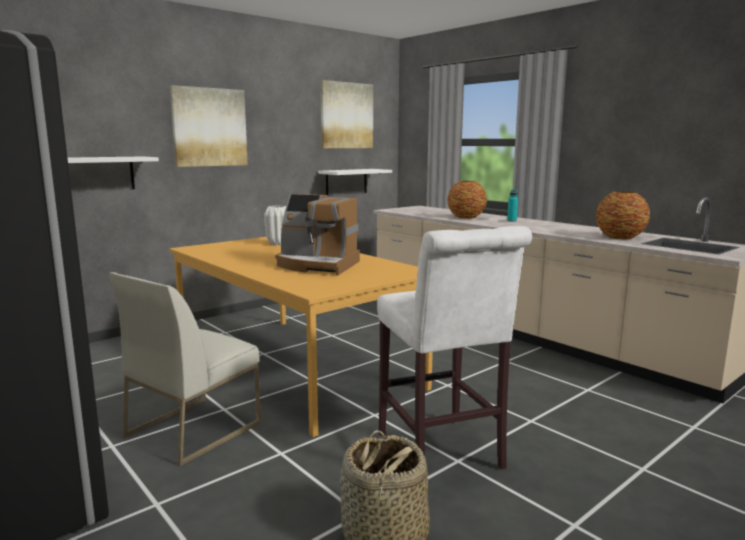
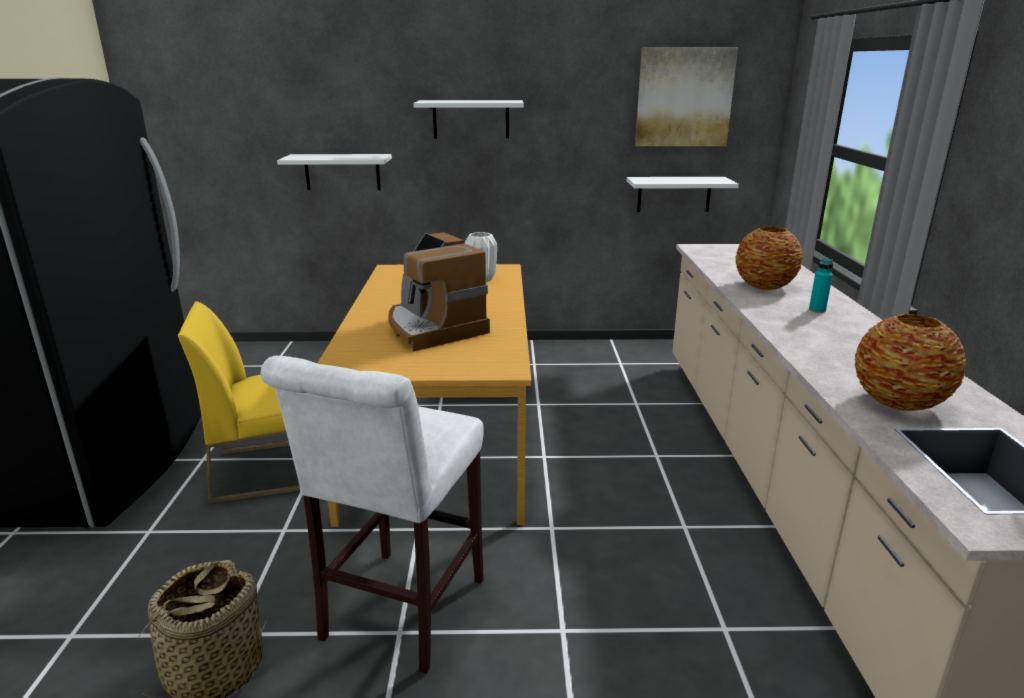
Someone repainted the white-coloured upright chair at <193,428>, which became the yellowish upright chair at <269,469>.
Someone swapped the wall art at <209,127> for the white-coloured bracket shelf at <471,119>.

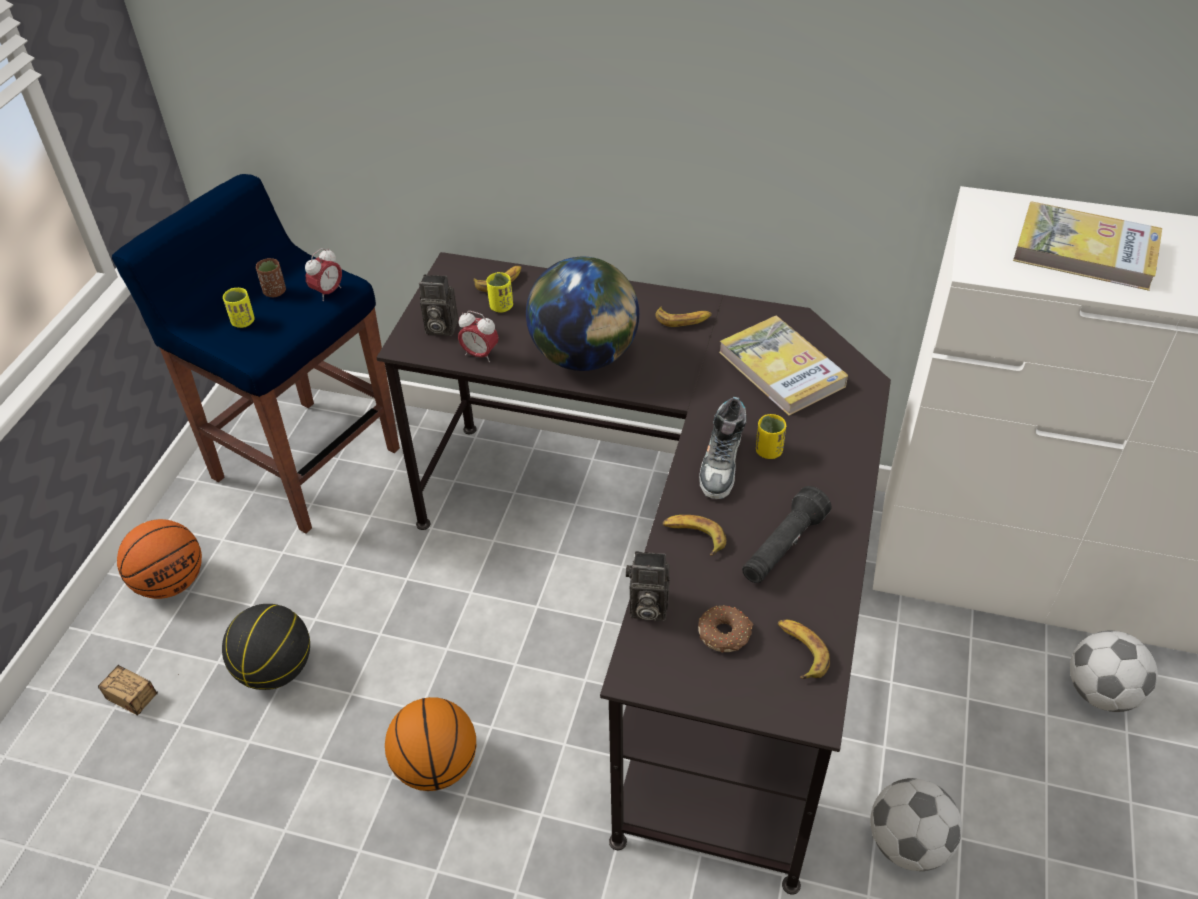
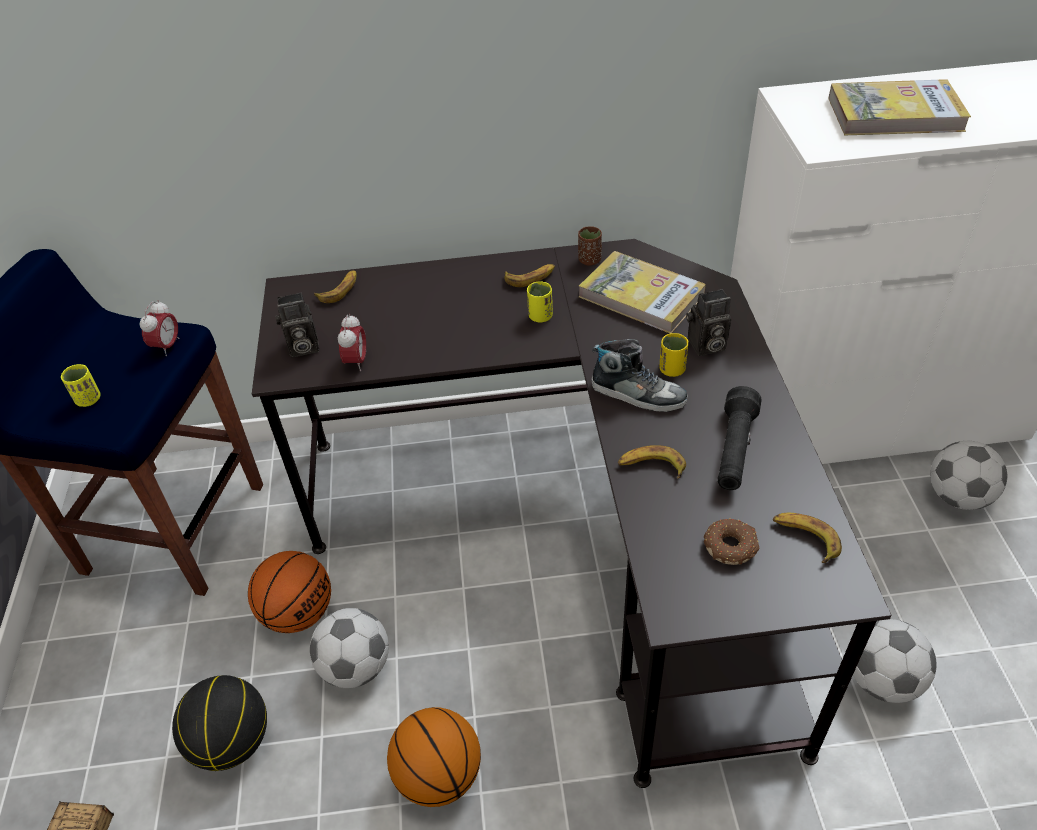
Someone carried the basketball ball from <171,582> to <298,613>.
Someone carried the brown drinking cup from <275,292> to <589,260>.
Someone rotated the bedside clock at <480,355> by 90 degrees counterclockwise.
Someone carried the yellowish drinking cup from <501,307> to <540,316>.
Someone took away the desk globe at <585,356>.
Someone carried the still camera from <646,607> to <705,346>.
Someone rotated the shoe at <721,464> by 60 degrees counterclockwise.
Someone put down the football at <356,666>.

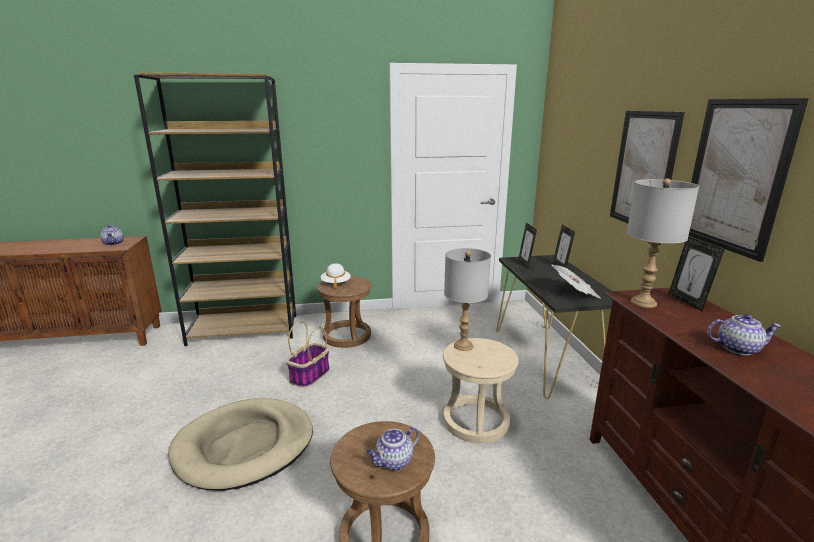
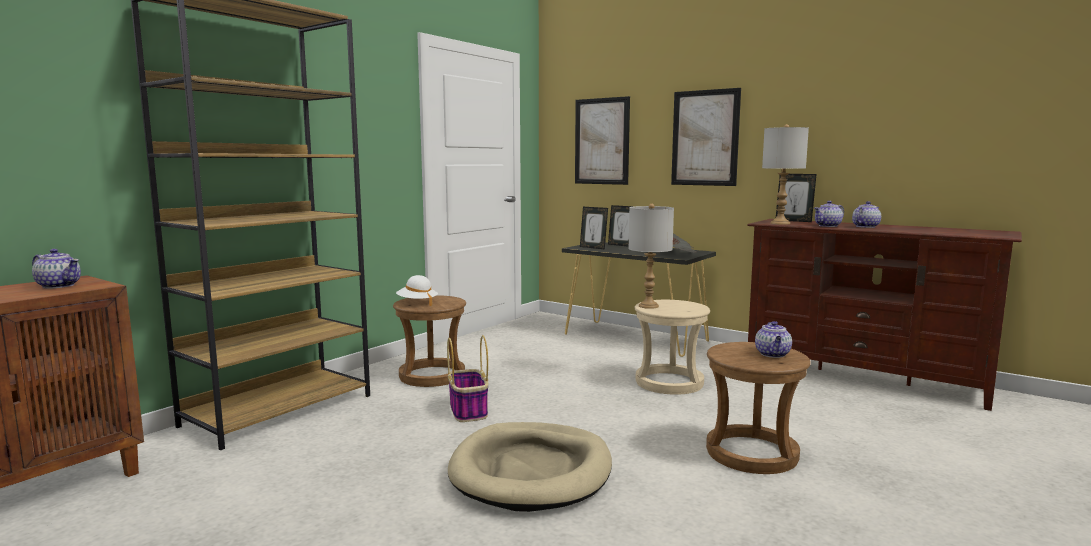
Someone carried the wall art from <735,176> to <602,141>.
Someone put down the tea pot at <828,226>.

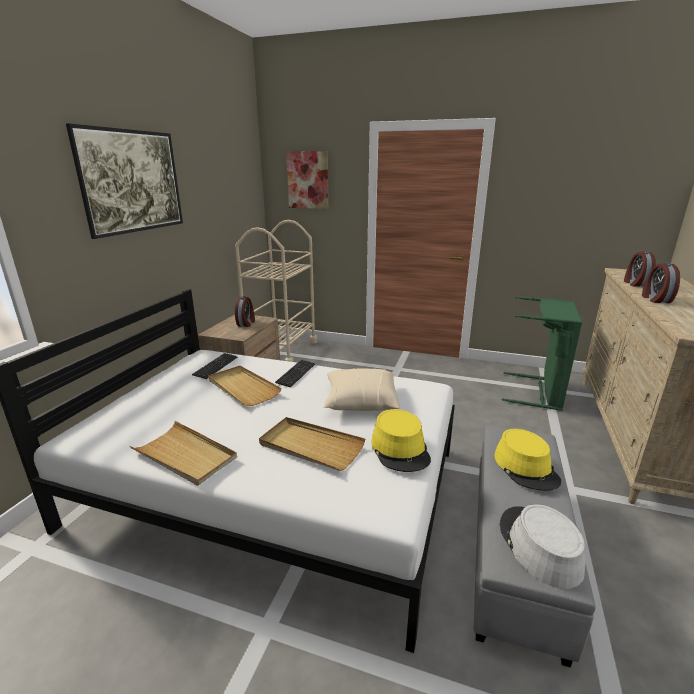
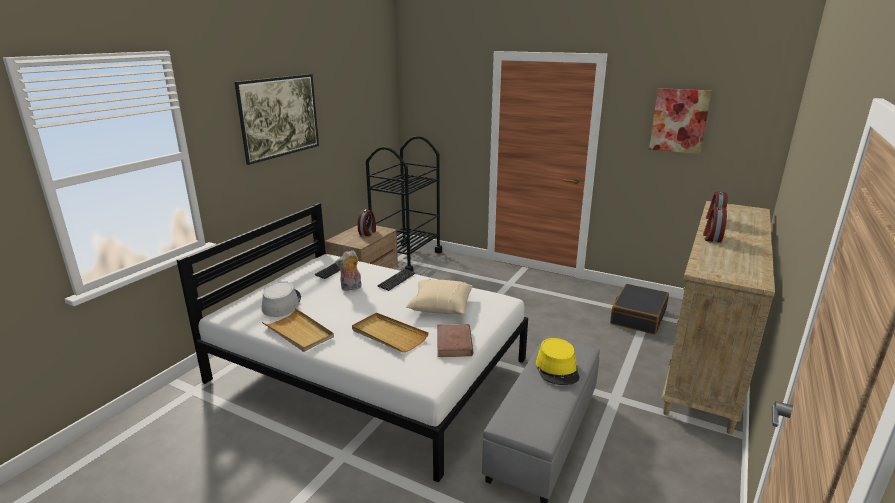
Someone swapped the beige carrying tray at <242,388> for the plush toy at <351,288>.
Someone repainted the beige wheeled cart at <282,350>, which became the black-coloured wheeled cart at <406,258>.
Someone carried the wall art from <308,180> to <679,120>.
Someone swapped the yellowish hat at <400,449> for the brown volume at <454,343>.
Someone carried the gray hat from <538,546> to <281,303>.
Someone swapped the greenish hamper at <539,392> for the black-coloured piece of luggage at <638,316>.

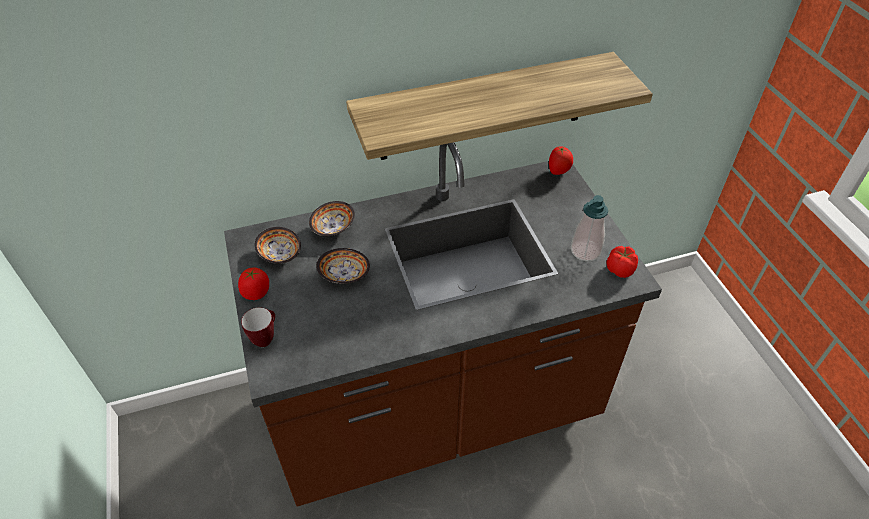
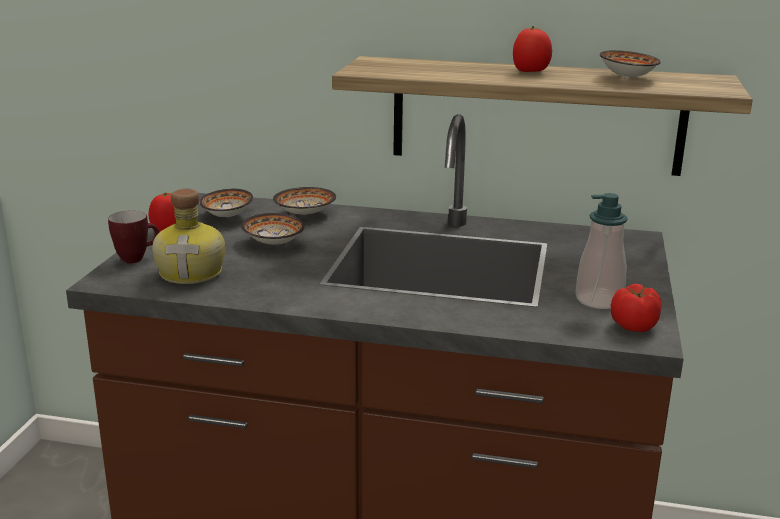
Someone carried the fresh tomato from <558,172> to <530,72>.
Someone put down the drink bottle at <193,272>.
Someone put down the deep dish at <627,78>.

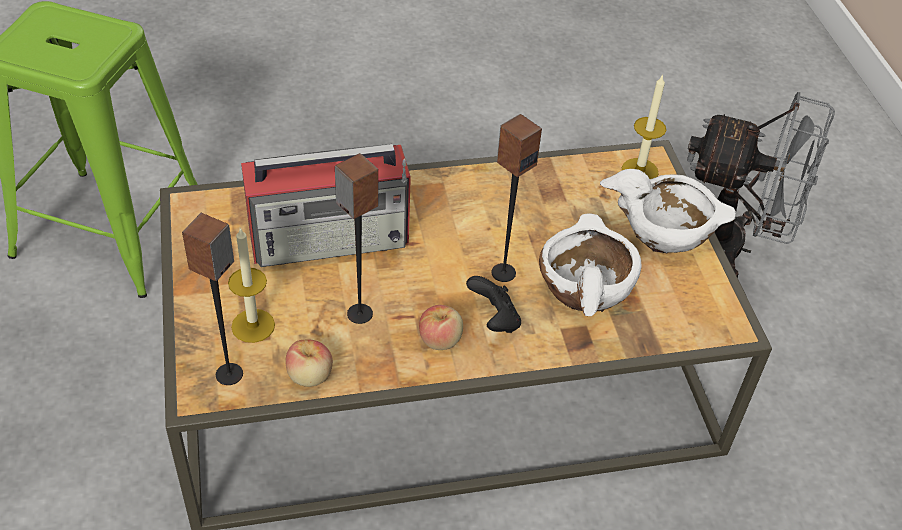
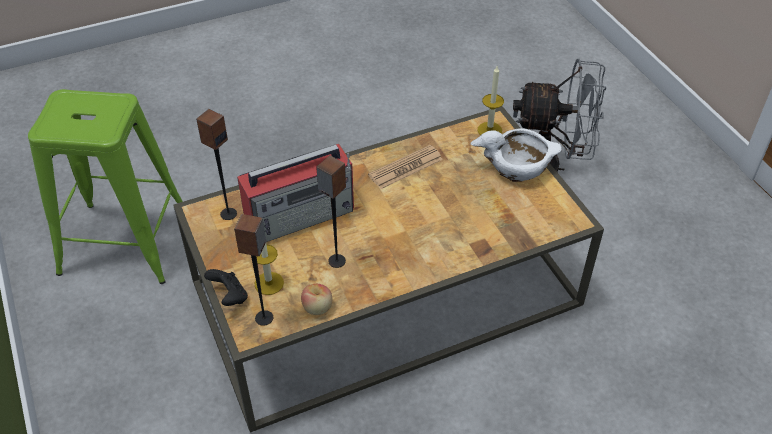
Someone took away the apple at <440,340>.
Someone carried the black-coloured game controller from <494,320> to <229,297>.
Someone carried the speaker from <503,272> to <228,213>.
Someone took away the white-coloured deep dish at <584,287>.
Someone put down the daily paper at <405,167>.

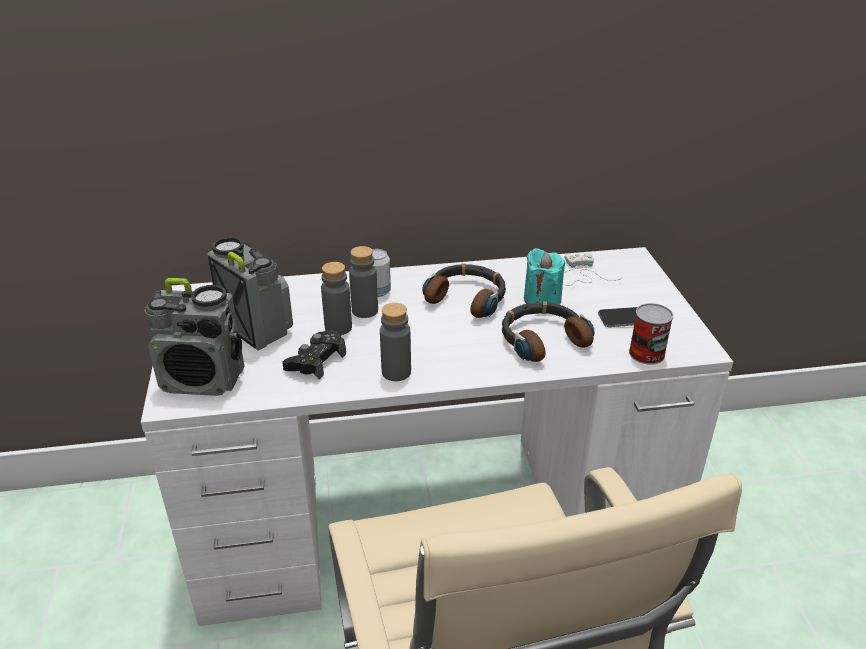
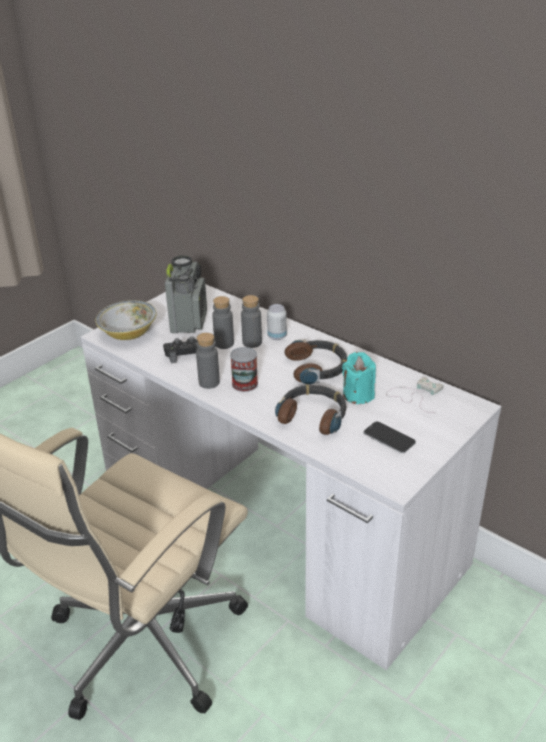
Someone swapped the radio at <203,380> for the deep dish at <128,333>.
Someone carried the sealed can from <646,353> to <245,384>.

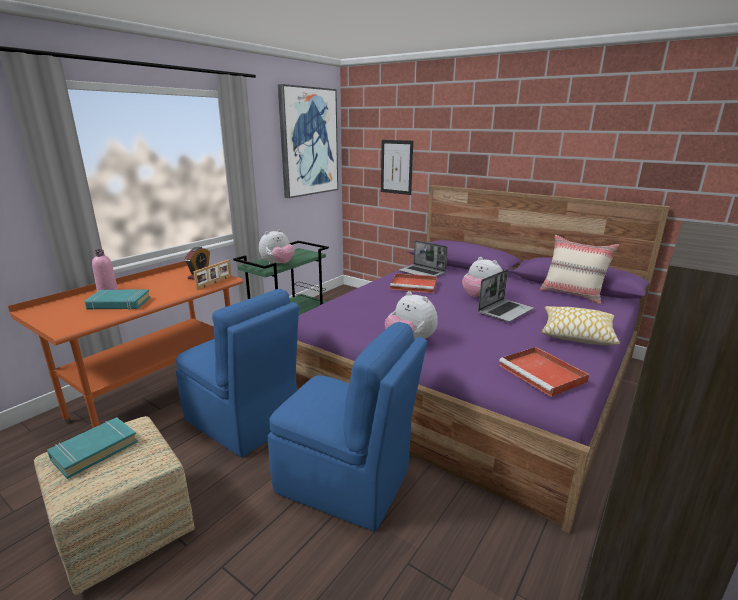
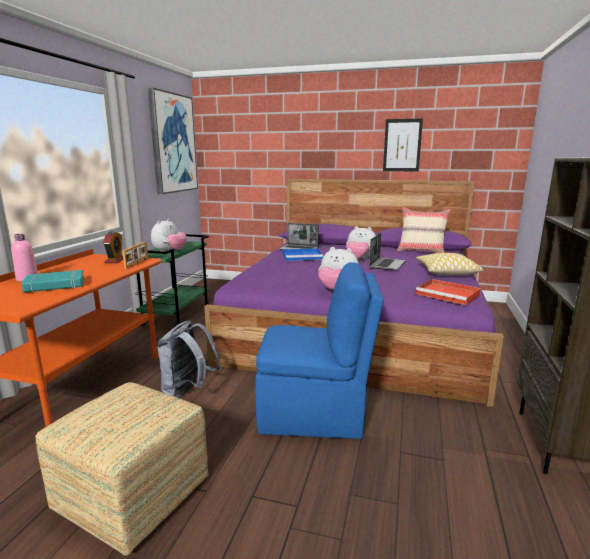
Someone took away the blue-green volume at <94,450>.
Someone swapped the bluish upright chair at <243,422> for the gray rucksack at <188,391>.
Someone carried the wall art from <396,167> to <402,145>.
Someone repainted the red carrying tray at <414,285>, which became the bluish carrying tray at <303,256>.

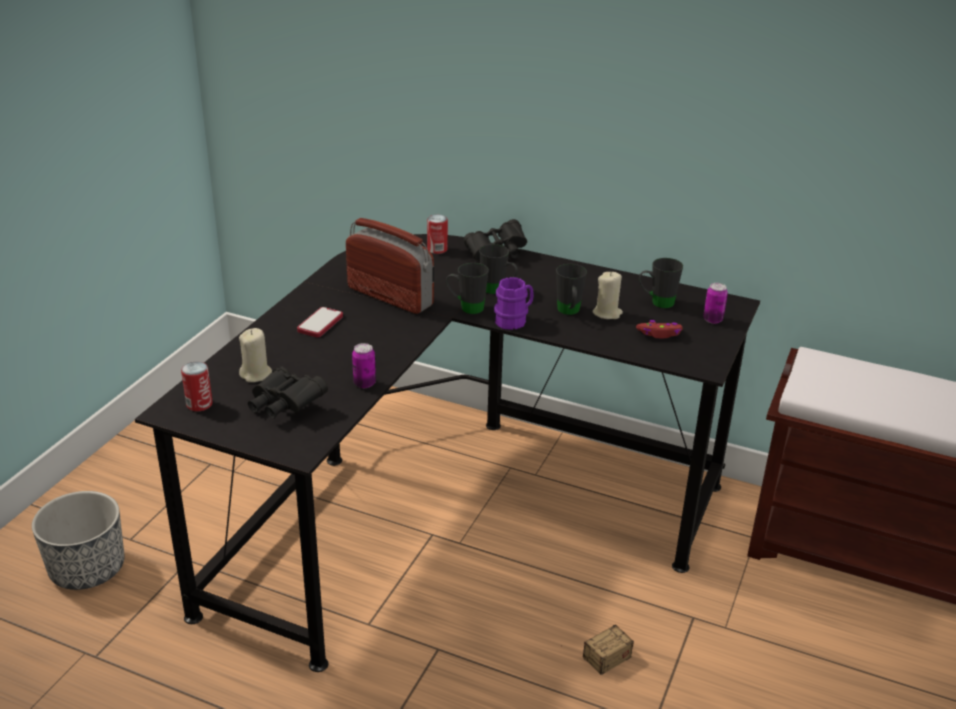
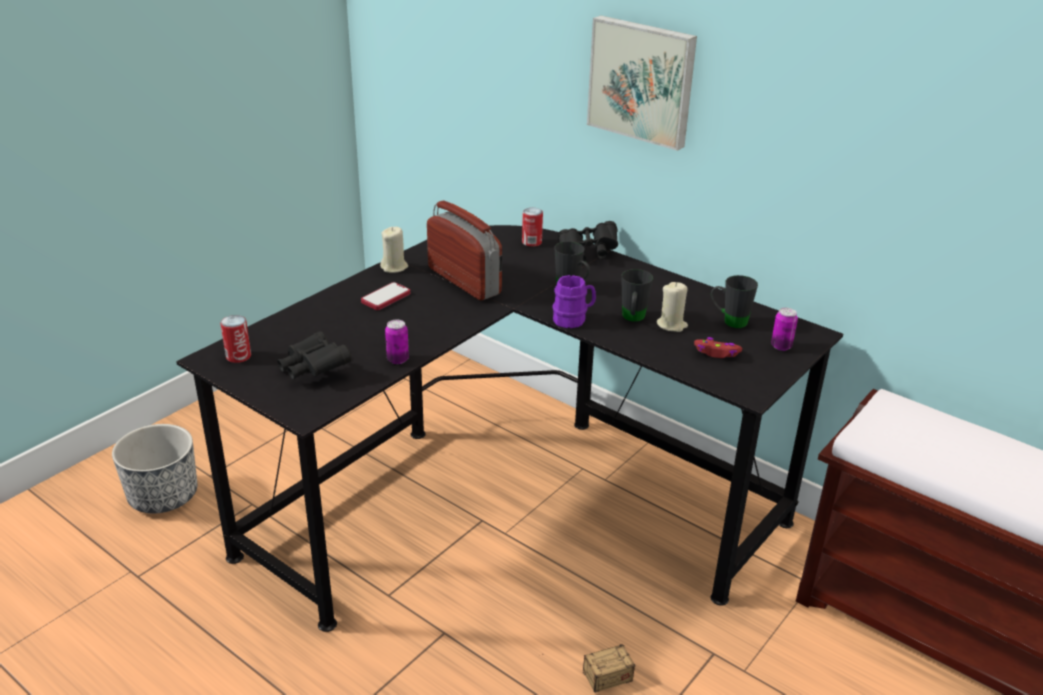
Someone carried the beige wax light from <256,374> to <394,267>.
Someone took away the black-coloured coffee mug at <466,307>.
Someone put up the wall art at <642,81>.

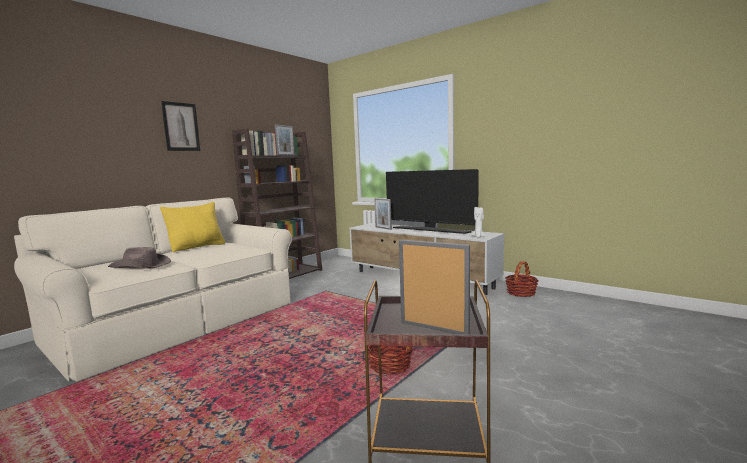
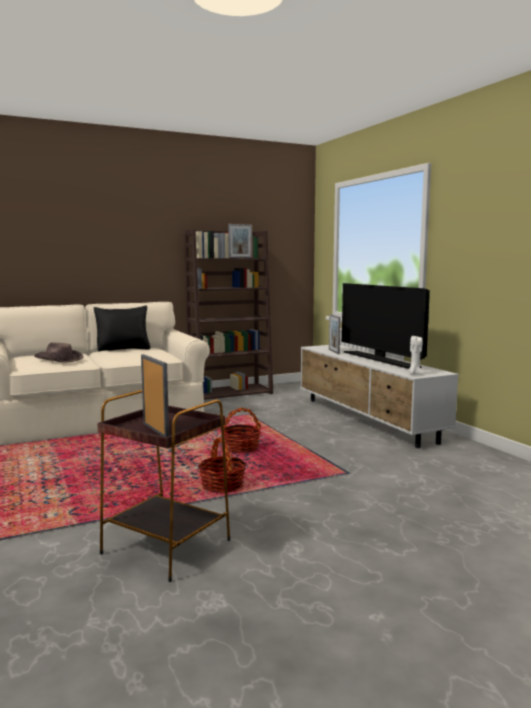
Someone repainted the yellowish throw pillow at <197,247>, which became the black-coloured throw pillow at <123,349>.
Someone took away the wall art at <181,127>.
Someone carried the storage basket from <521,293> to <241,448>.

